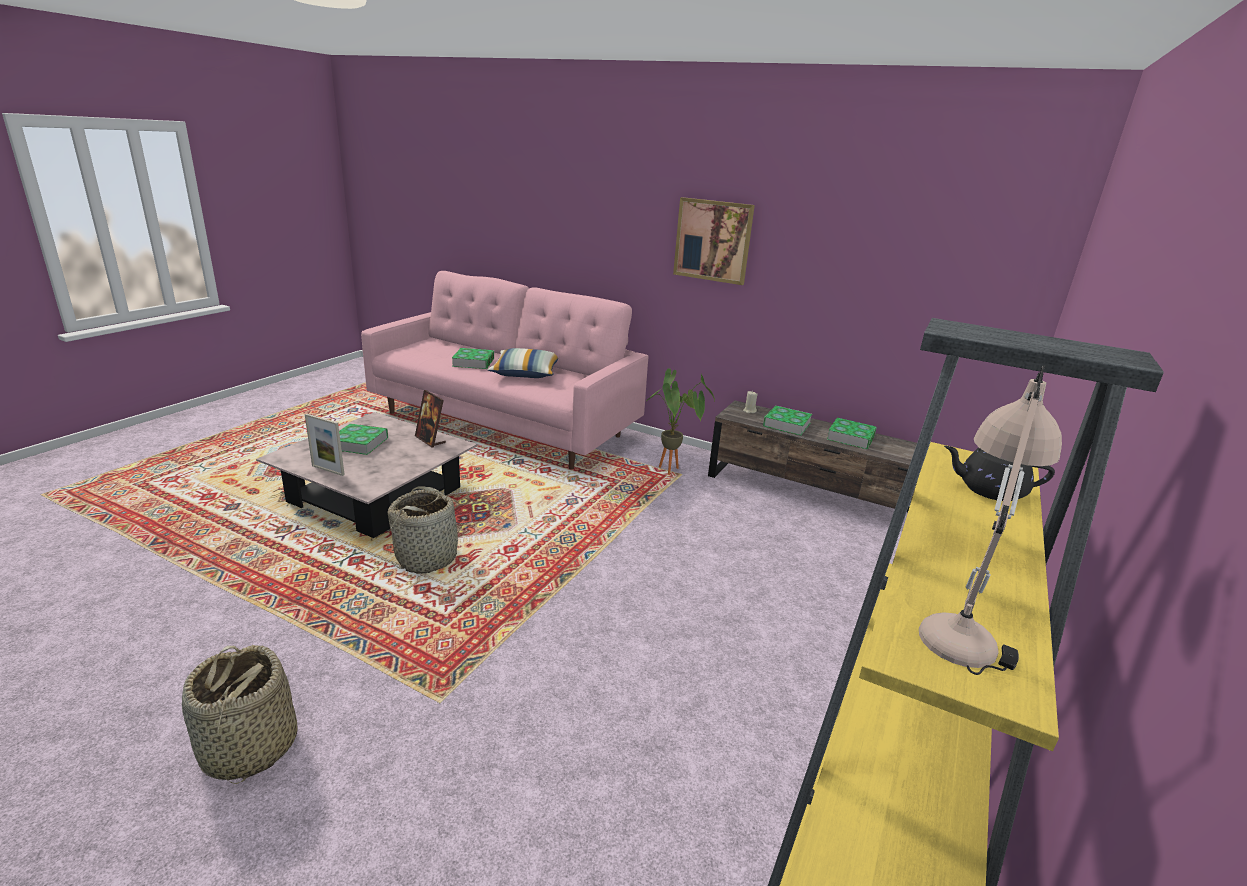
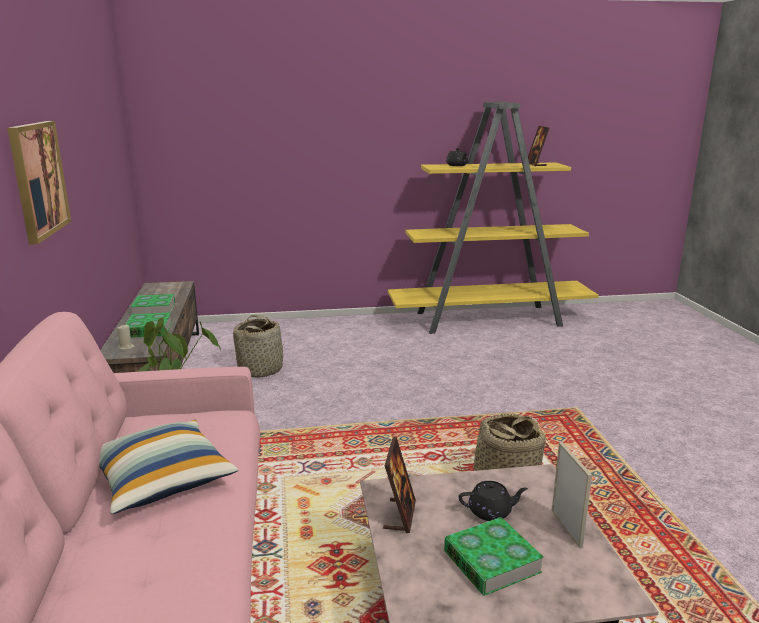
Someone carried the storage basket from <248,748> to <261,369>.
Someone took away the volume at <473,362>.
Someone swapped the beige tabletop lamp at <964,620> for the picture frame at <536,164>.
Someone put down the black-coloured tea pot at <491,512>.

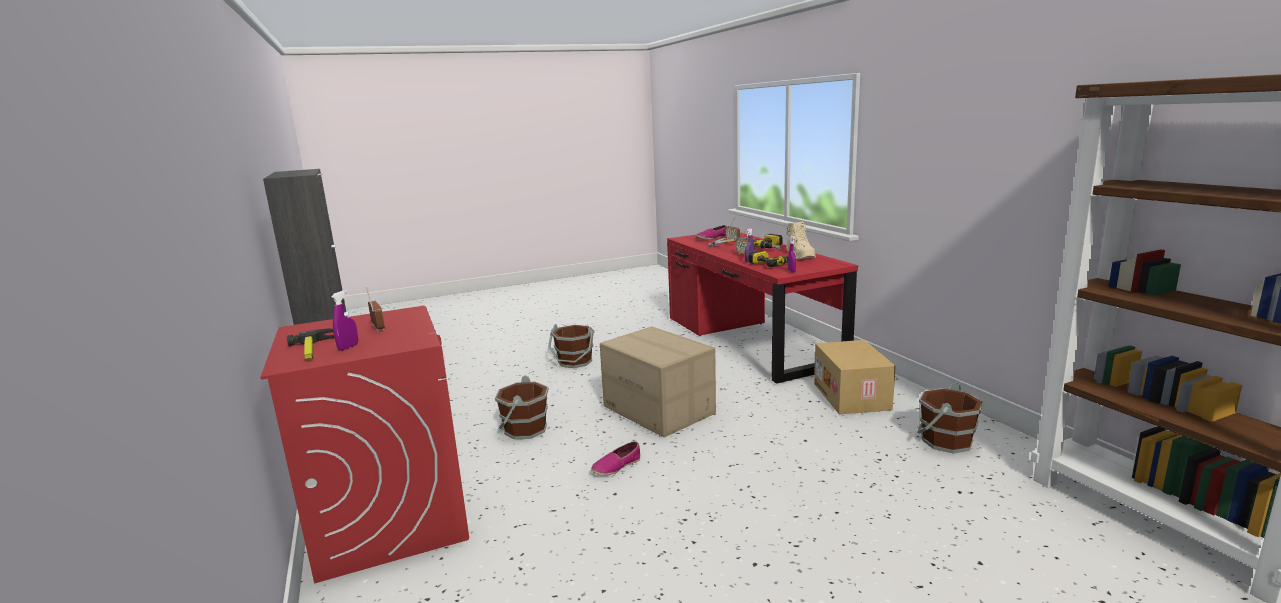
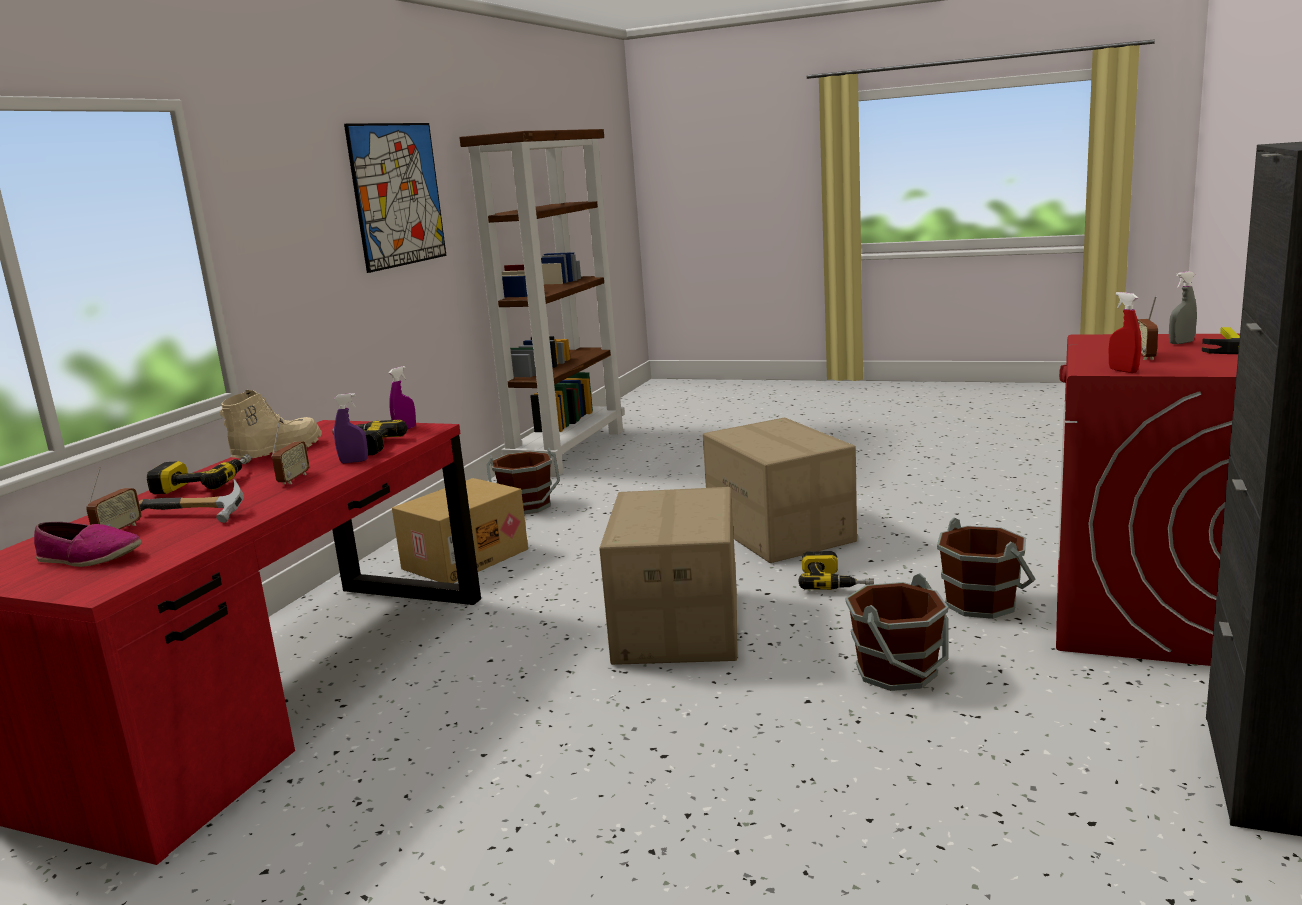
Someone repainted the purplish hand sprayer at <348,347>, which became the gray hand sprayer at <1181,343>.
Someone carried the brown water bucket from <575,362> to <981,602>.
Someone swapped the shoe at <616,466> for the electric drill at <835,581>.
Someone put up the wall art at <398,194>.
Someone put down the packing box at <781,532>.
Someone put down the red hand sprayer at <1123,371>.

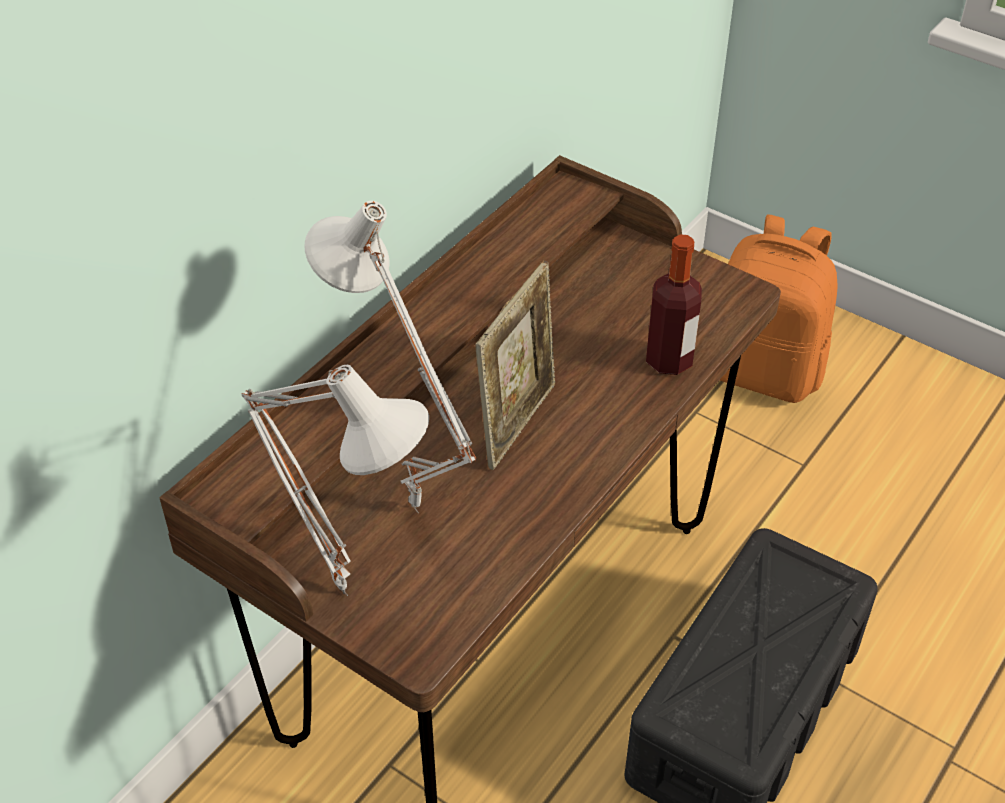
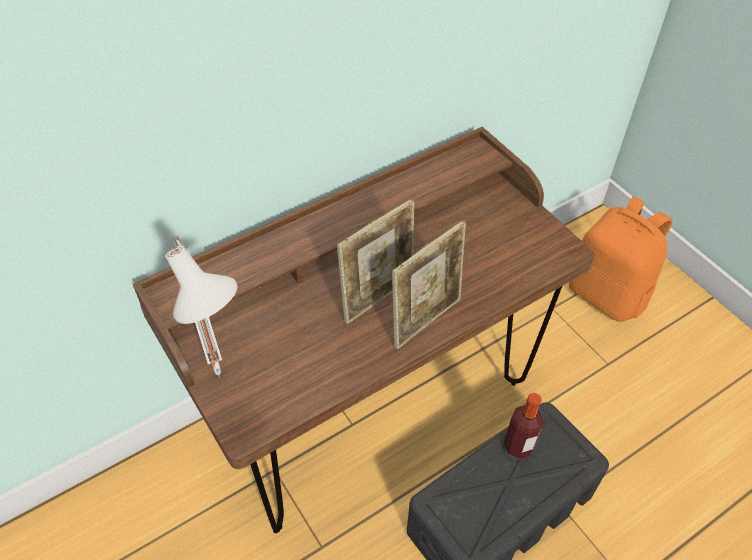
Someone took away the white-coloured tabletop lamp at <408,511>.
Someone carried the drink bottle from <669,360> to <518,446>.
Someone put down the picture frame at <426,320>.

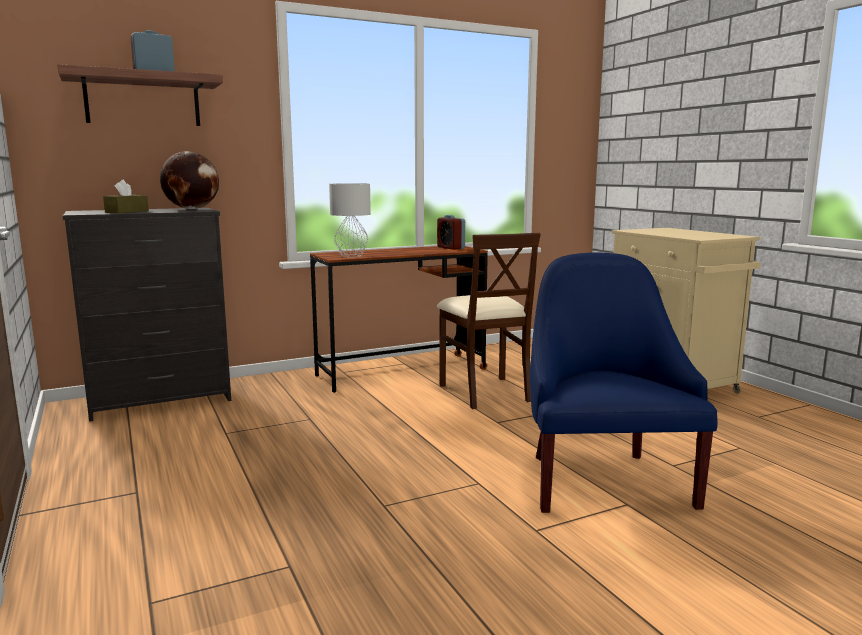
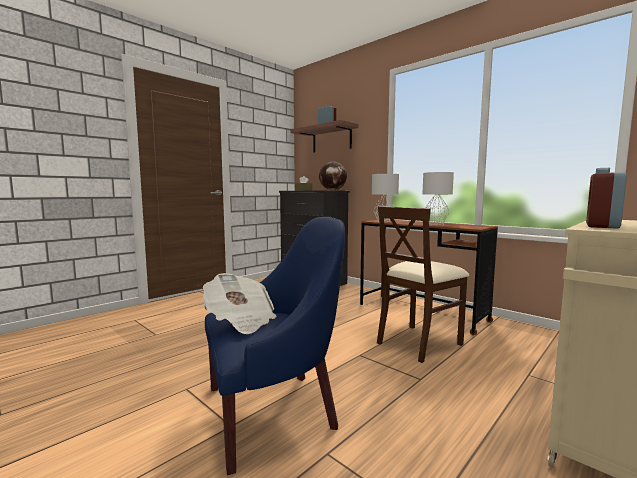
Someone carried the bedside clock from <451,248> to <602,226>.
Someone put down the daily paper at <240,320>.
Someone put down the gray tabletop lamp at <435,224>.

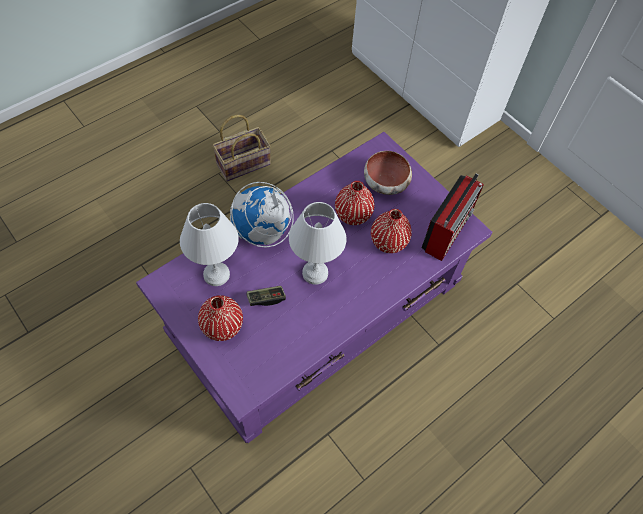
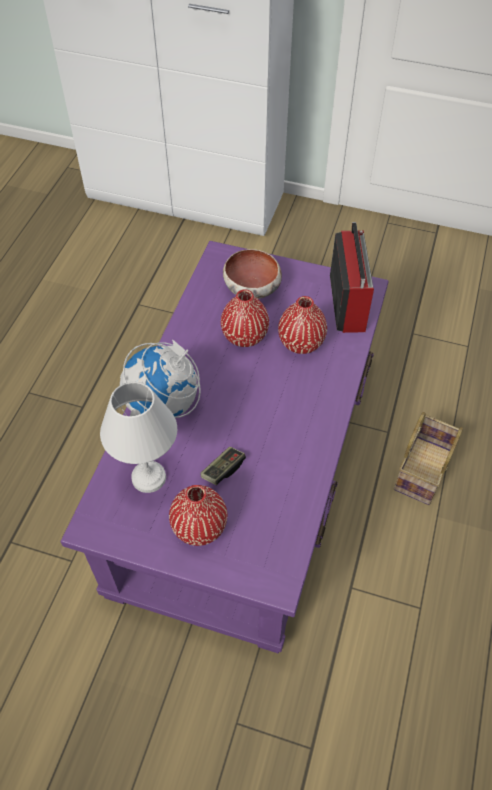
Someone carried the storage basket from <244,162> to <422,468>.
Someone took away the white-coloured tabletop lamp at <315,274>.

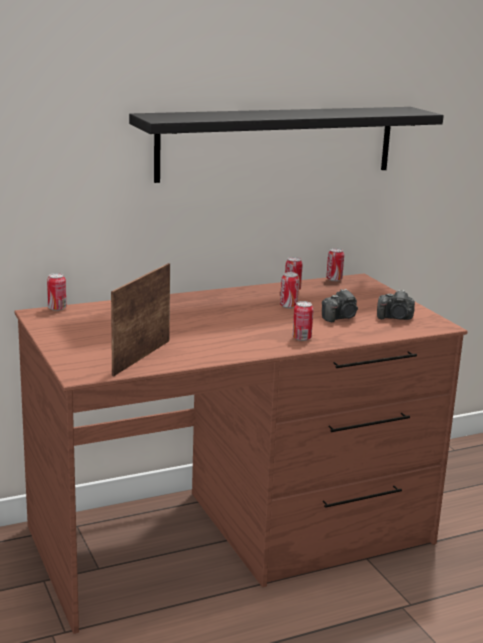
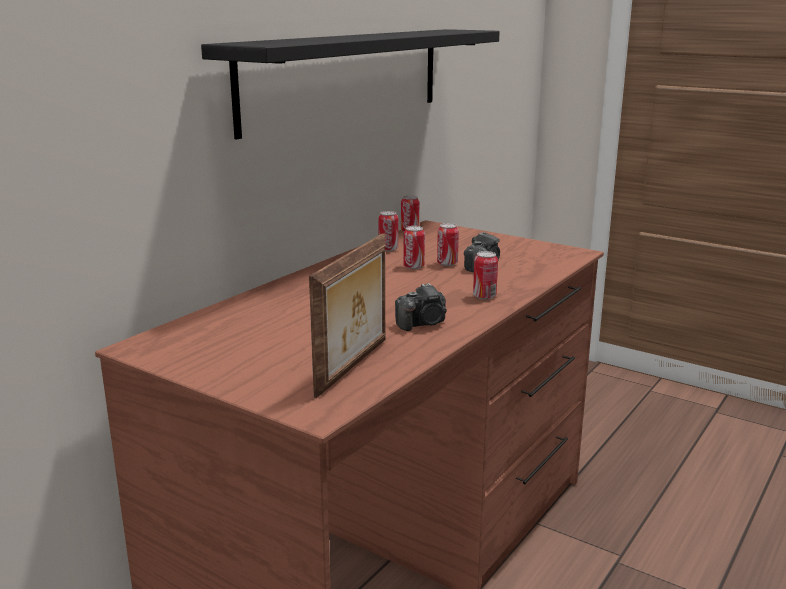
Someone carried the sealed can from <57,308> to <447,264>.
Someone rotated the picture frame at <140,357> by 150 degrees counterclockwise.
Someone carried the still camera from <395,318> to <423,324>.

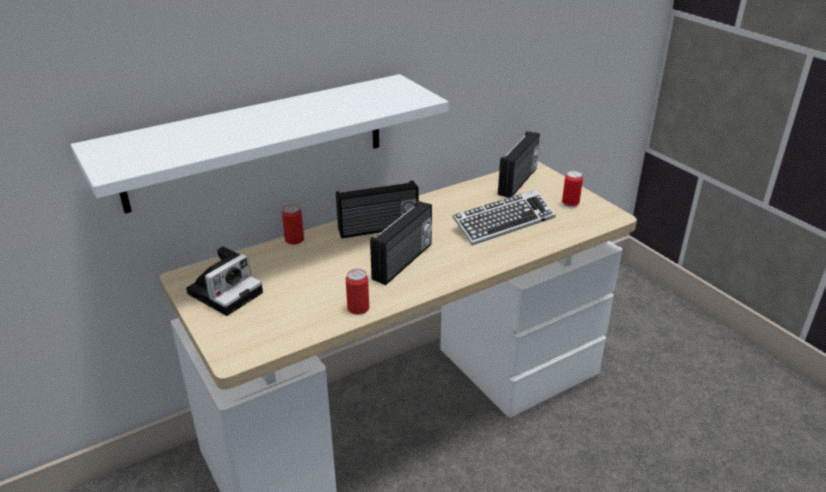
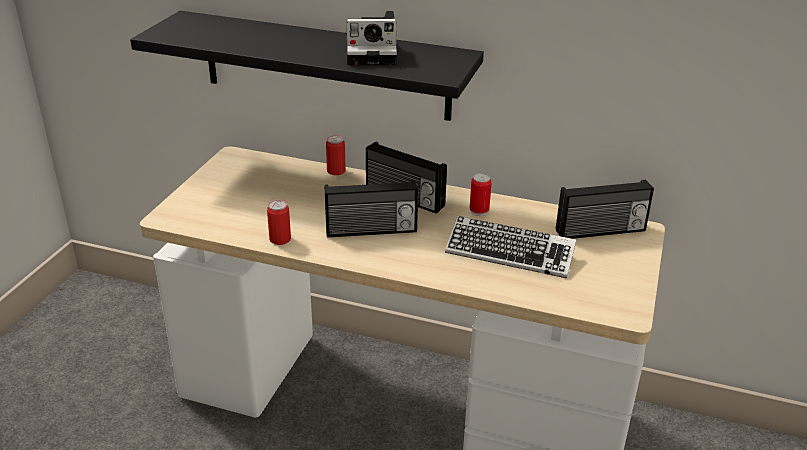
Someone repainted the white-coloured bracket shelf at <257,141>, which became the black-coloured bracket shelf at <325,65>.
Someone carried the still camera from <226,291> to <374,53>.
Someone carried the sealed can from <570,204> to <479,211>.

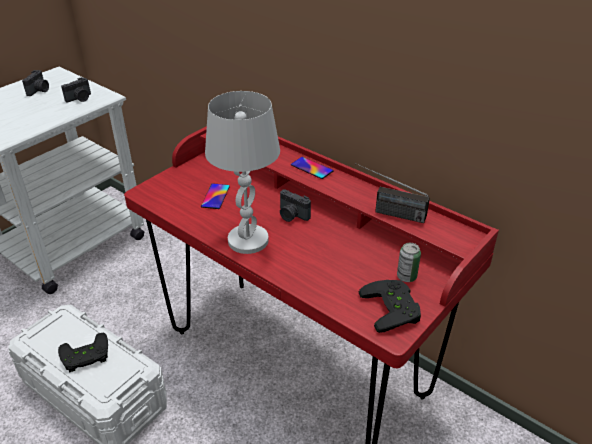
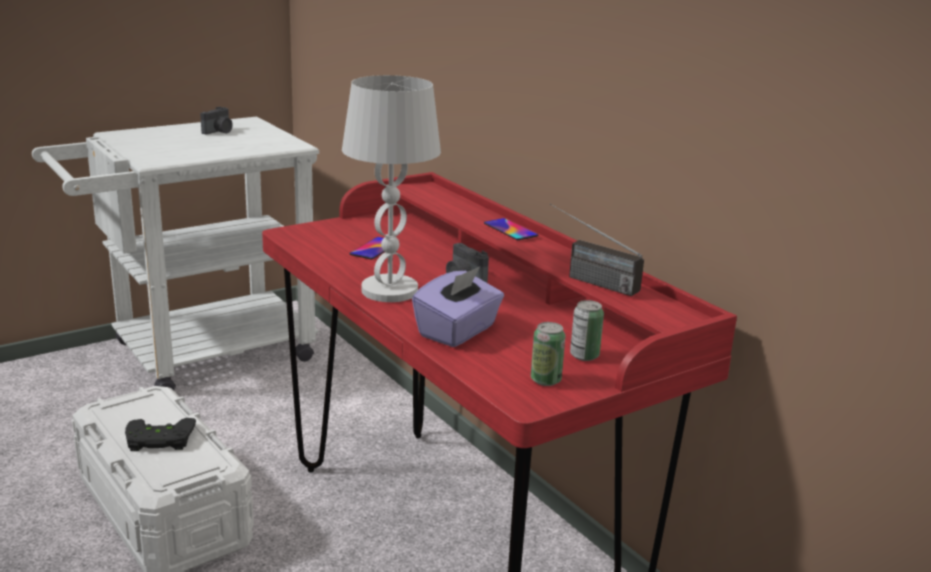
Someone took away the still camera at <80,99>.
Someone swapped the black-coloured game controller at <394,308> for the sealed can at <545,380>.
Someone put down the purplish tissue holder at <458,331>.

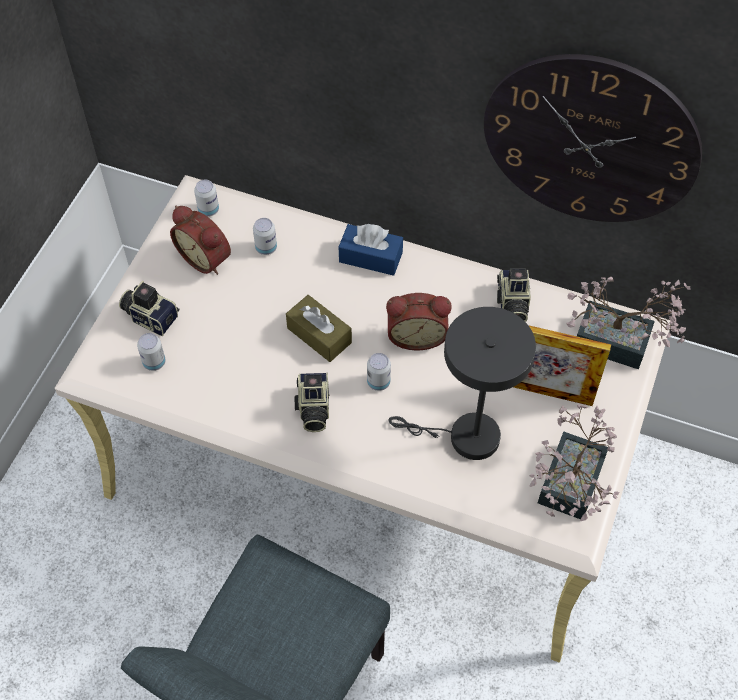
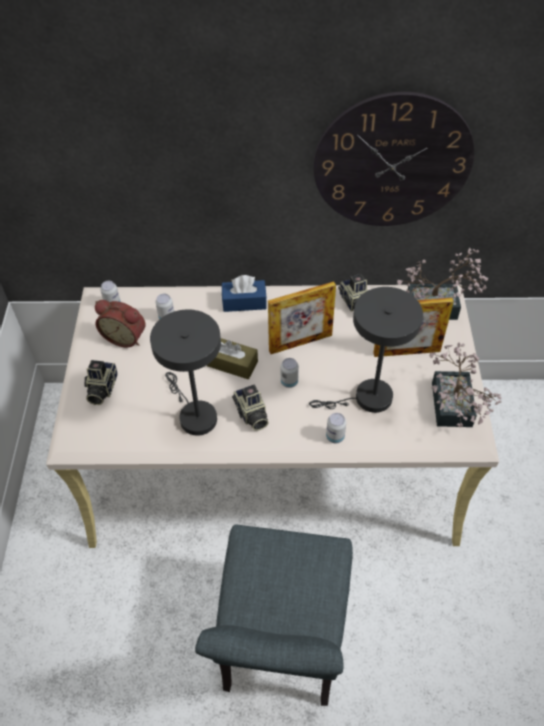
Someone rotated the still camera at <150,316> by 90 degrees counterclockwise.
Someone carried the sealed can from <154,362> to <335,437>.
Someone swapped the bedside clock at <416,335> for the picture frame at <300,343>.
Someone put down the gray tabletop lamp at <194,415>.

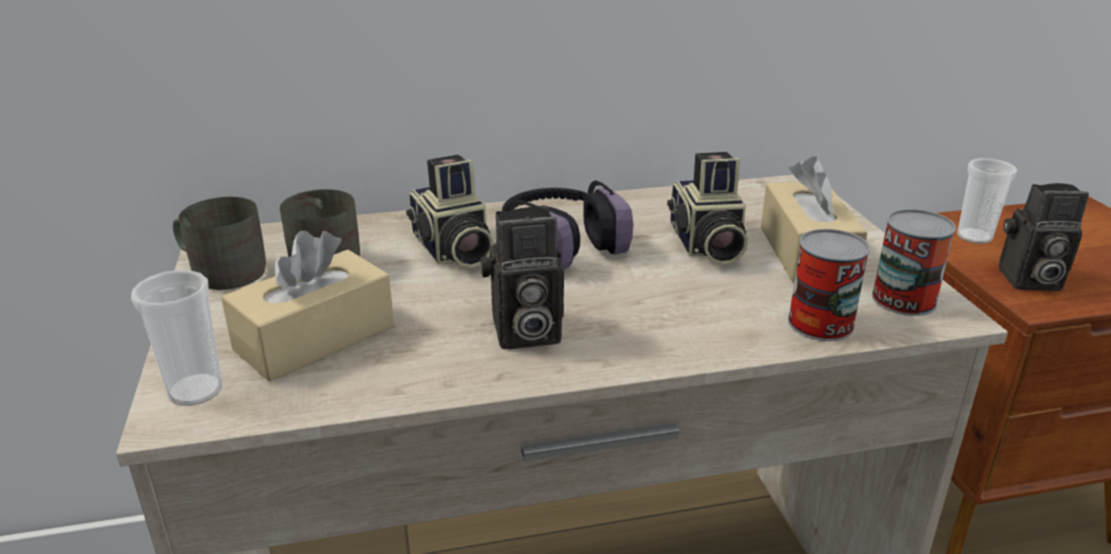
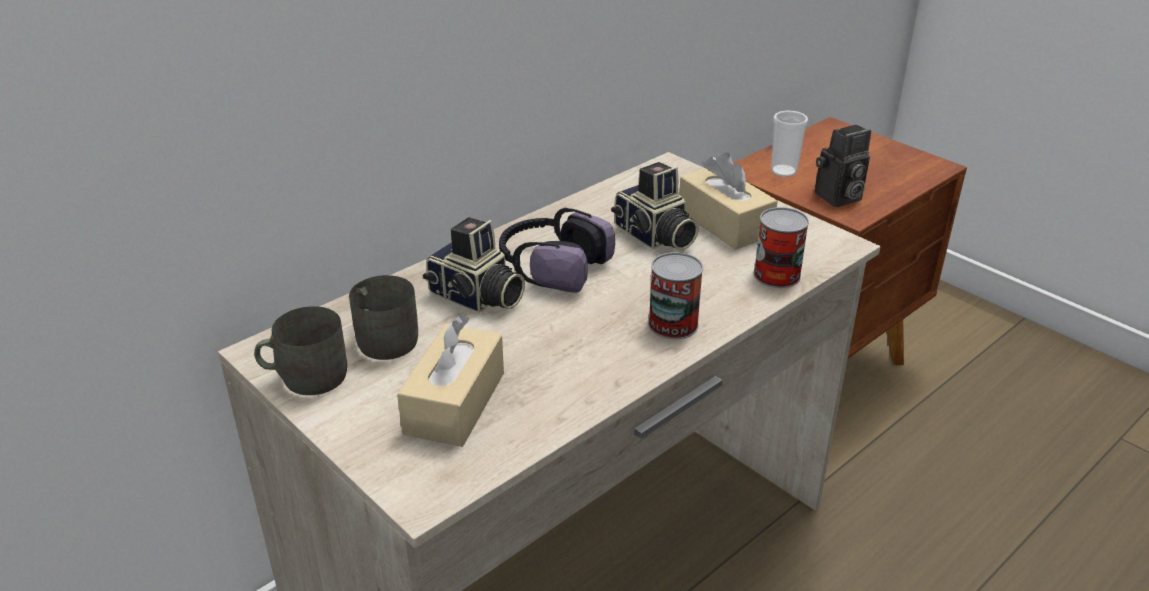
Someone took away the drinking cup at <195,391>.
Someone took away the still camera at <523,334>.
Someone carried the sealed can from <903,299> to <673,324>.

